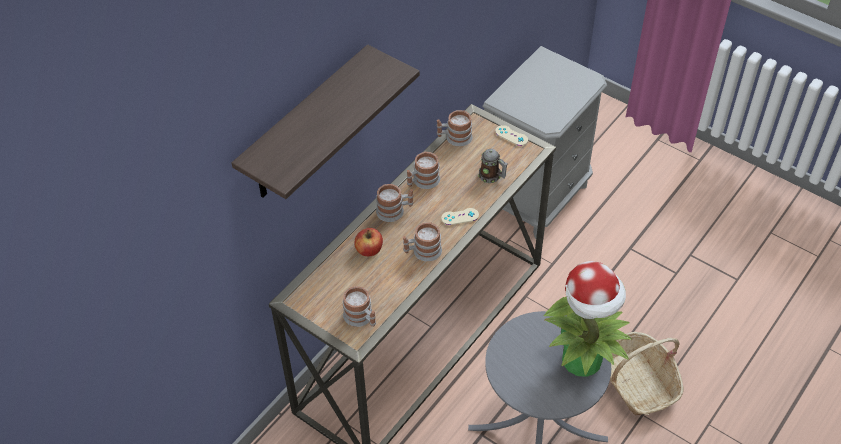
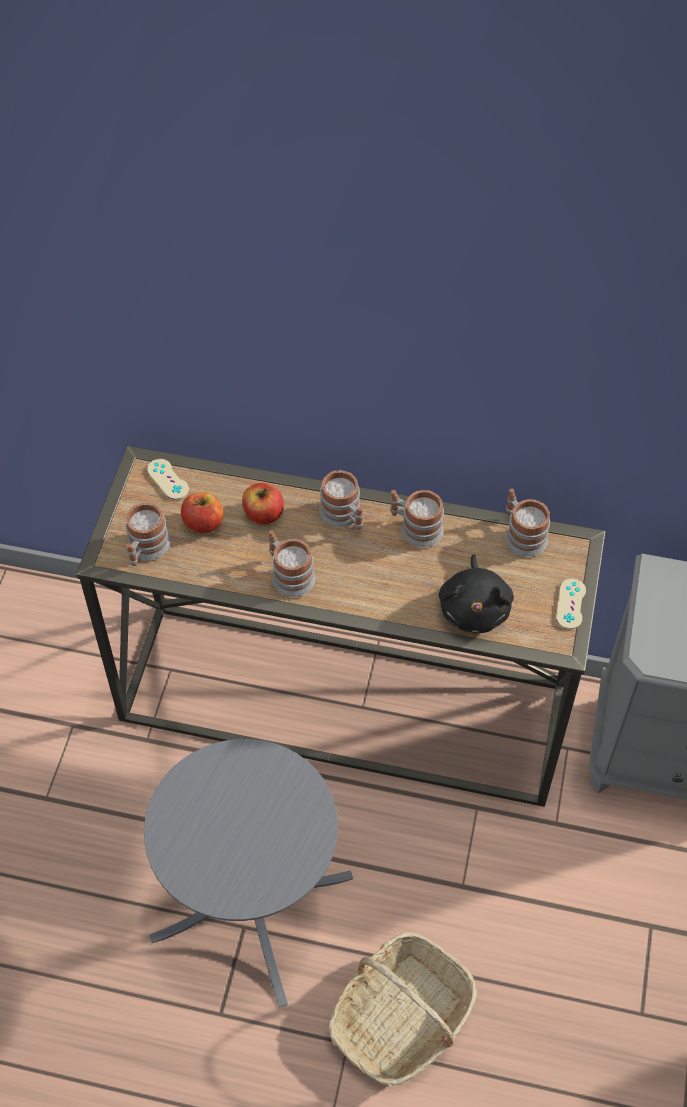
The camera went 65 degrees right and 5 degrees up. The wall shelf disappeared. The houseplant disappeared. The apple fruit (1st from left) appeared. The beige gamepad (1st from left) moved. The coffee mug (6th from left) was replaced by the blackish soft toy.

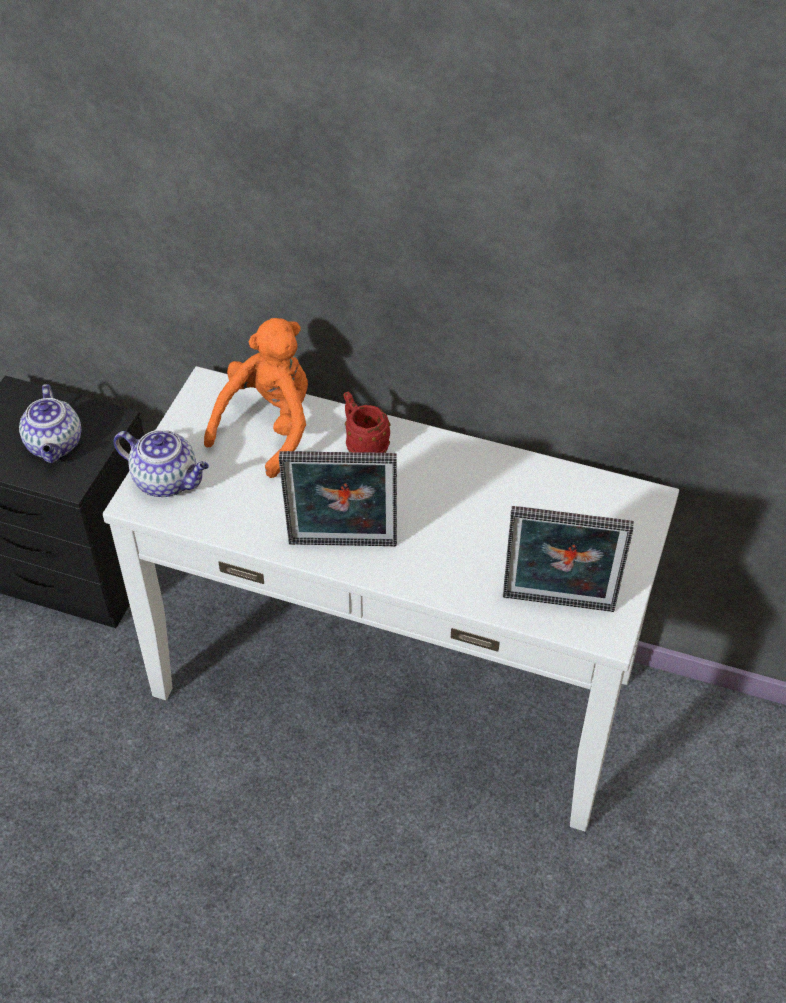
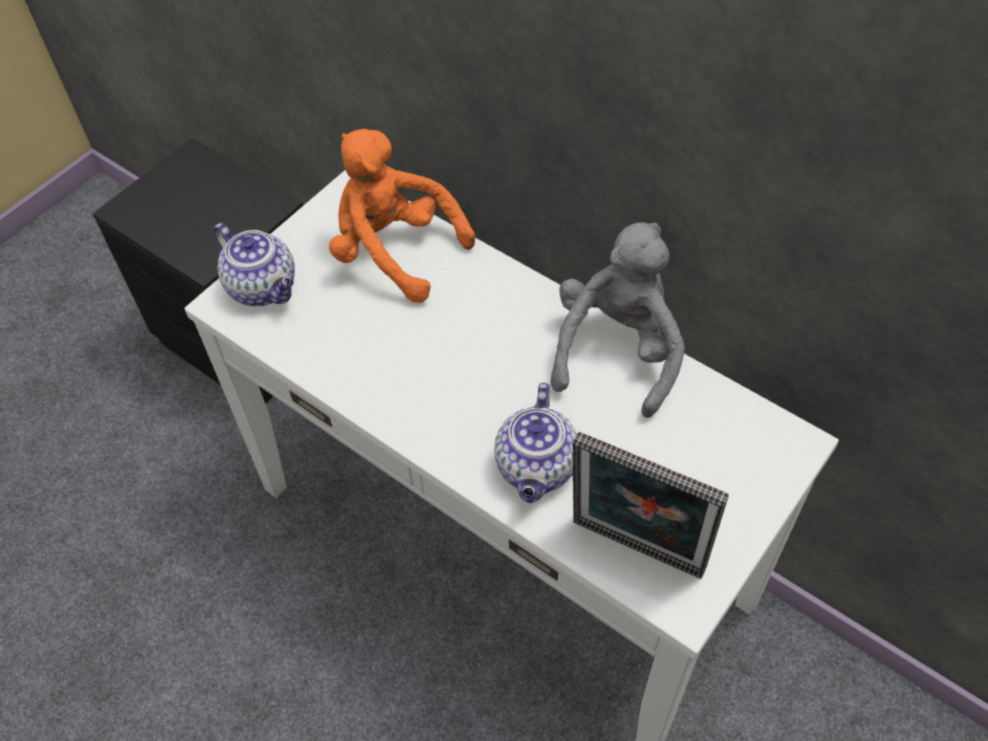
The camera went 20 degrees right and 5 degrees up. The standing frame (1st from left) disappeared. The reddish coffee mug disappeared. The greyish soft toy appeared. The tea pot (1st from left in the first image) moved. The orange-coloured soft toy turned 105 degrees counterclockwise.

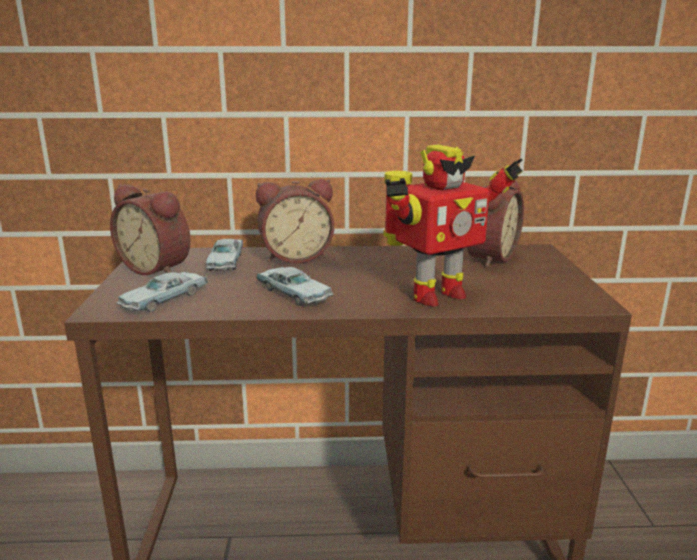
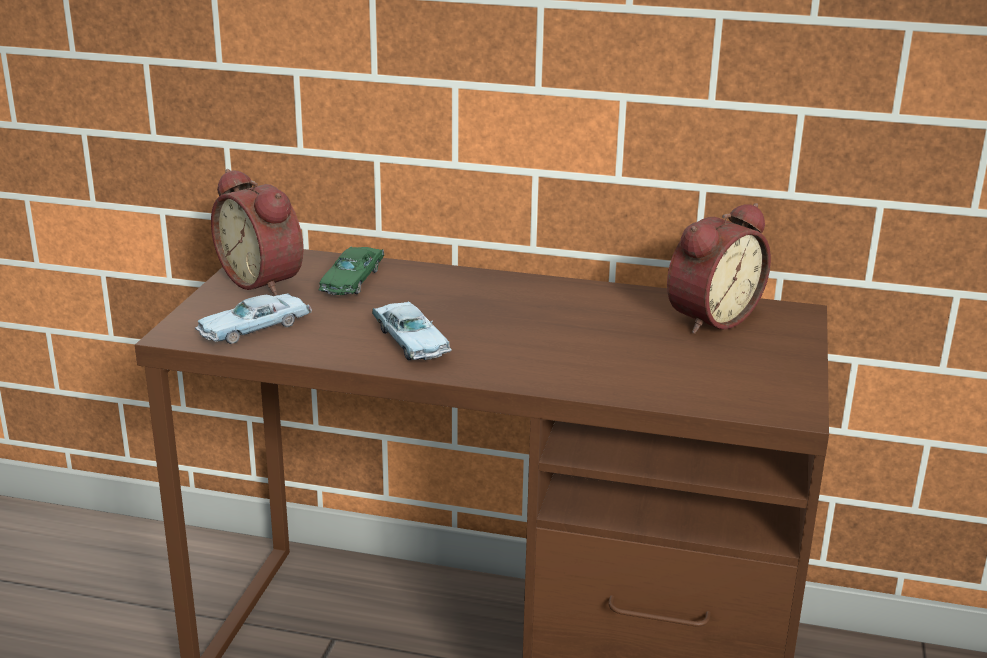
The camera went 15 degrees right and 5 degrees up. The bedside clock (2nd from left) disappeared. The toy robot disappeared. The bluish toy car (2nd from left) became the green-coloured toy car.

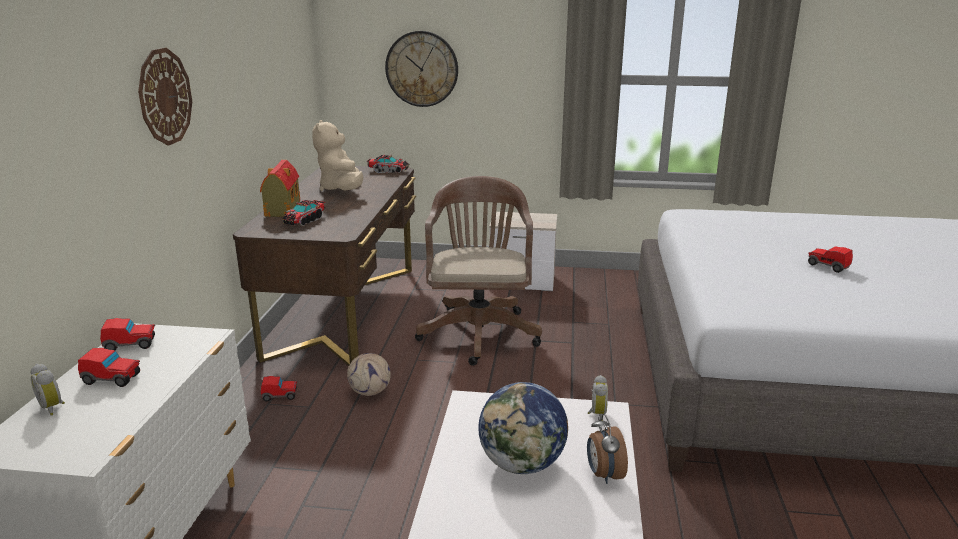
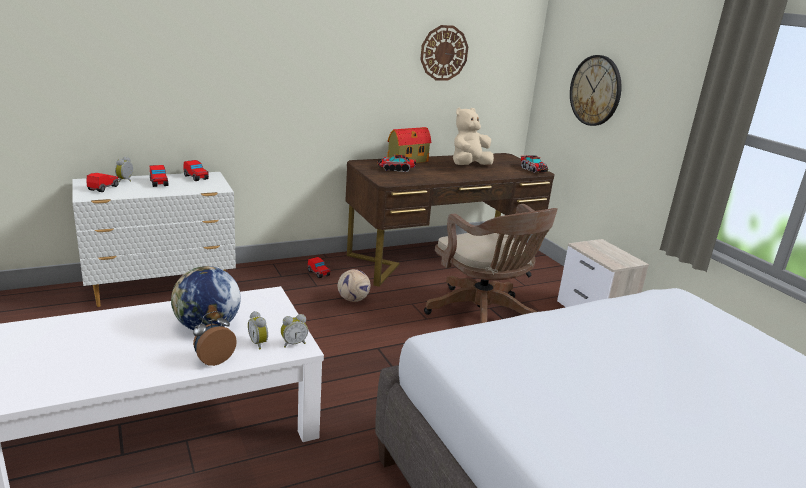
The camera went 55 degrees right and 0 degrees up. The bedside clock (3rd from left) appeared. The clock on the wall (1st from left) moved. The toy car (4th from left in the first image) moved. The brown computer chair turned 90 degrees clockwise.

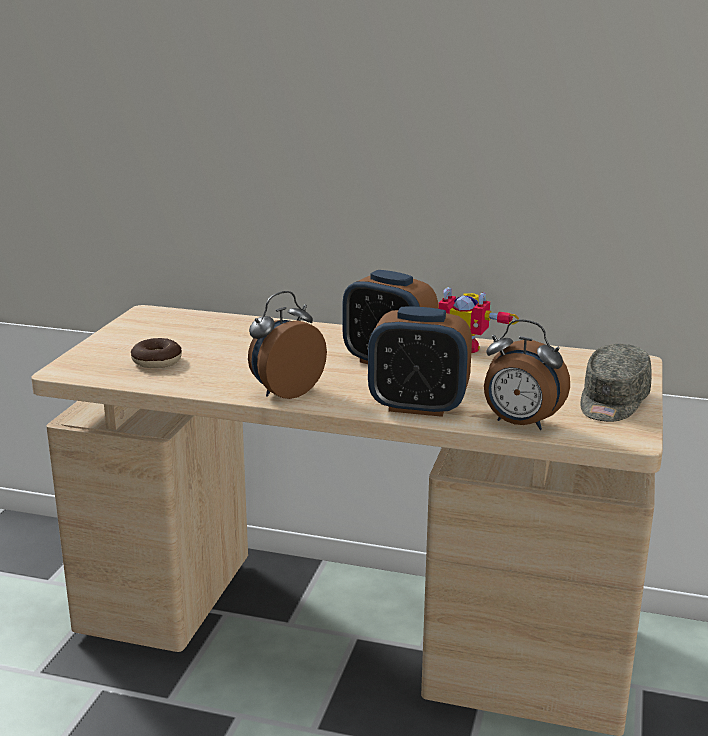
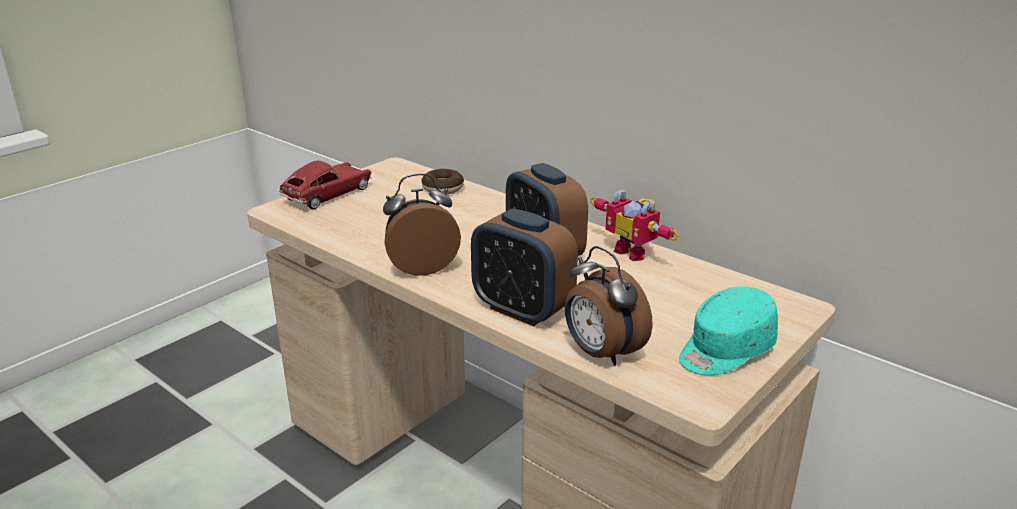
The camera went 25 degrees right and 5 degrees up. The toy car appeared. The ring doughnut moved. The greyish peaked cap became the turquoise-coloured peaked cap.

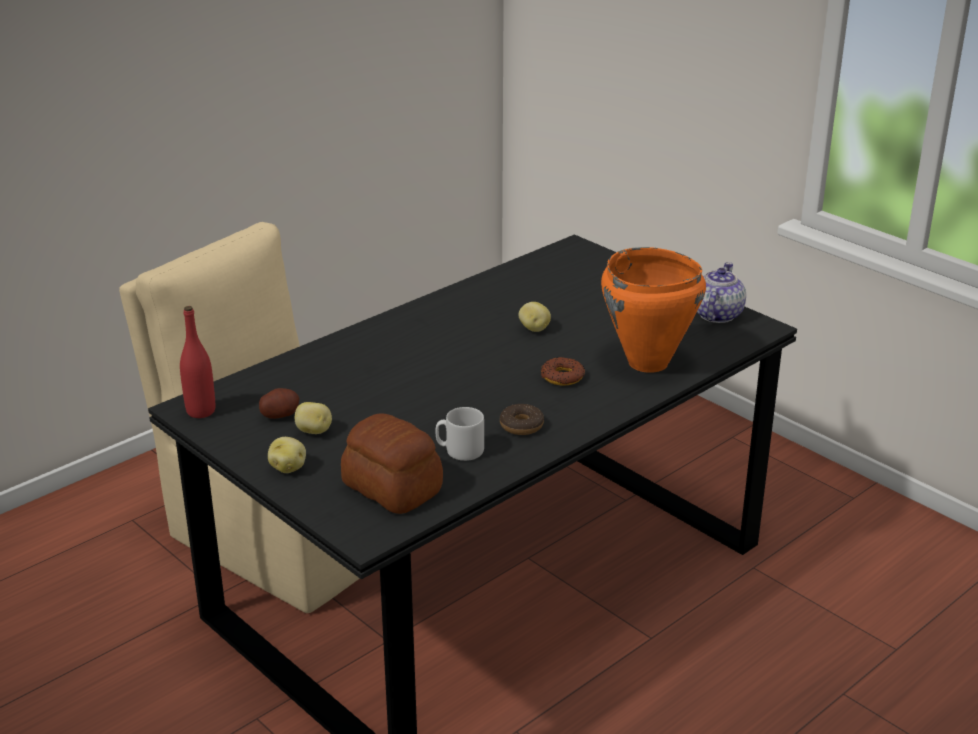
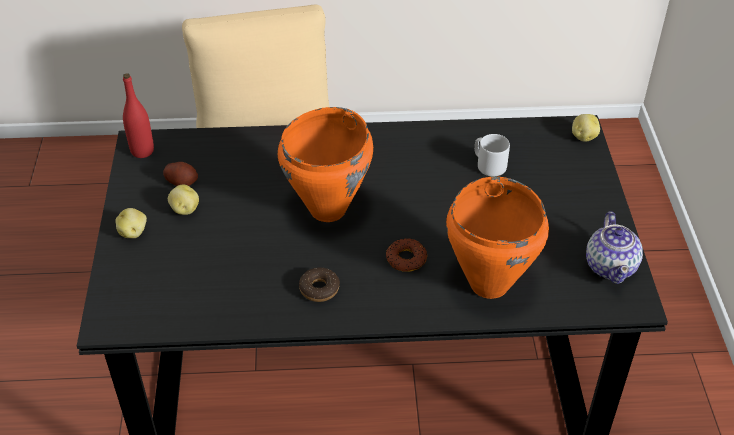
The camera went 40 degrees right and 15 degrees up. The bakery bread disappeared. The orange-coloured stockpot (1st from left) appeared. The greyish coffee mug moved. The potato (4th from left) moved. The tea pot turned 120 degrees clockwise.

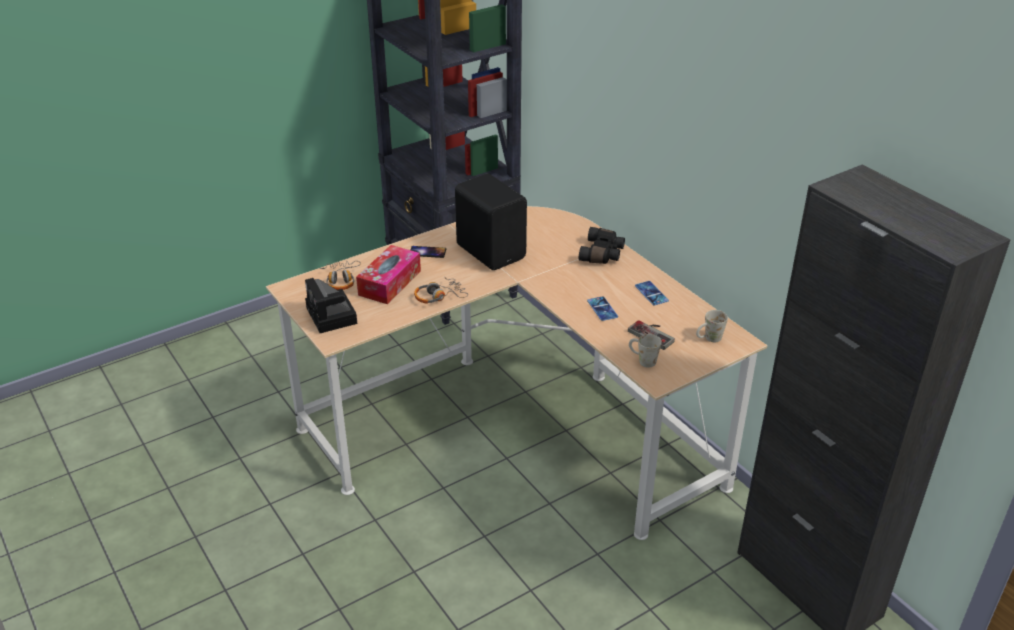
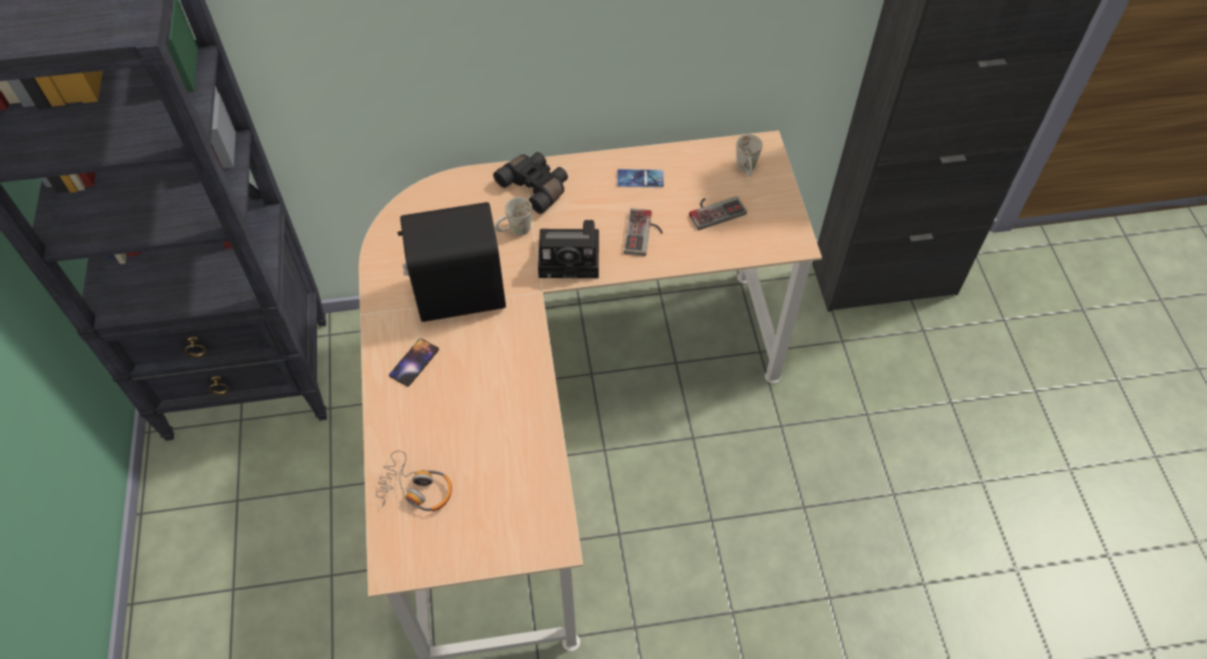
The camera went 65 degrees left and 20 degrees up. The box of tissues disappeared. The headphones (2nd from left) disappeared. The still camera moved. The whitish coffee mug (1st from left) moved. The handset (2nd from left) was replaced by the gamepad (1st from left).

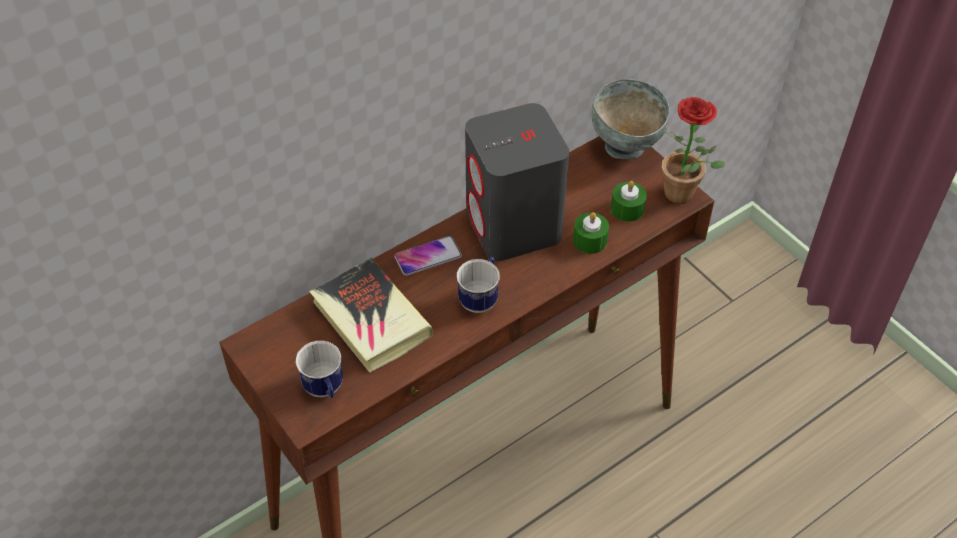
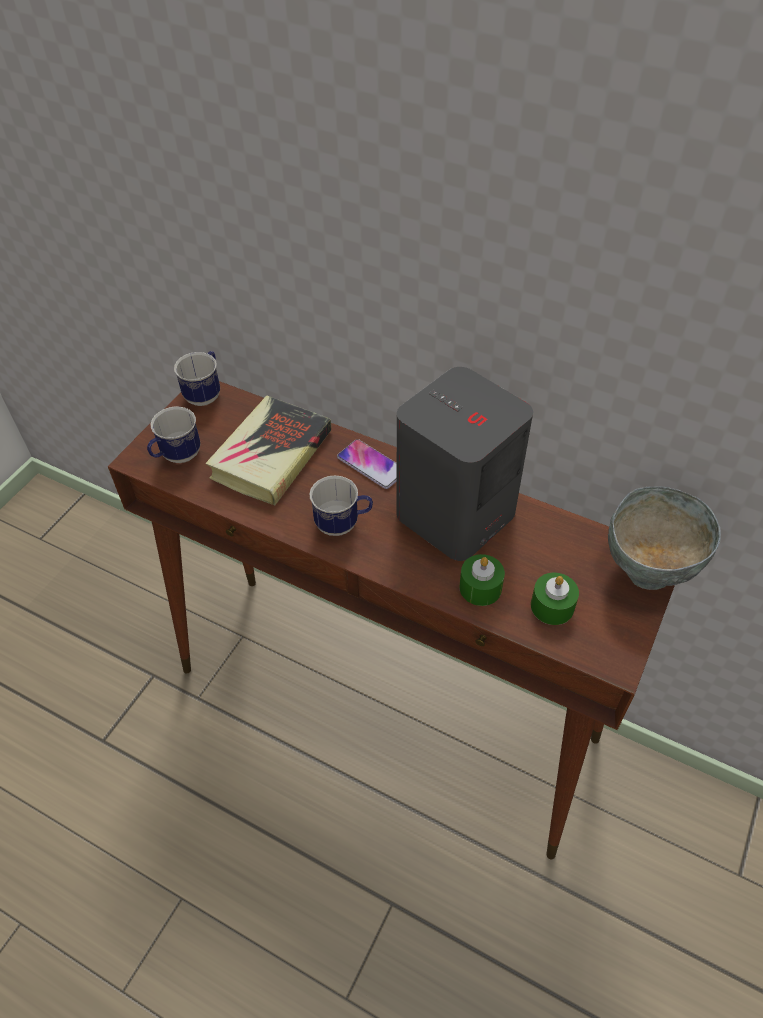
The camera went 65 degrees right and 0 degrees up. The houseplant disappeared. The coffee mug (2nd from left) appeared.

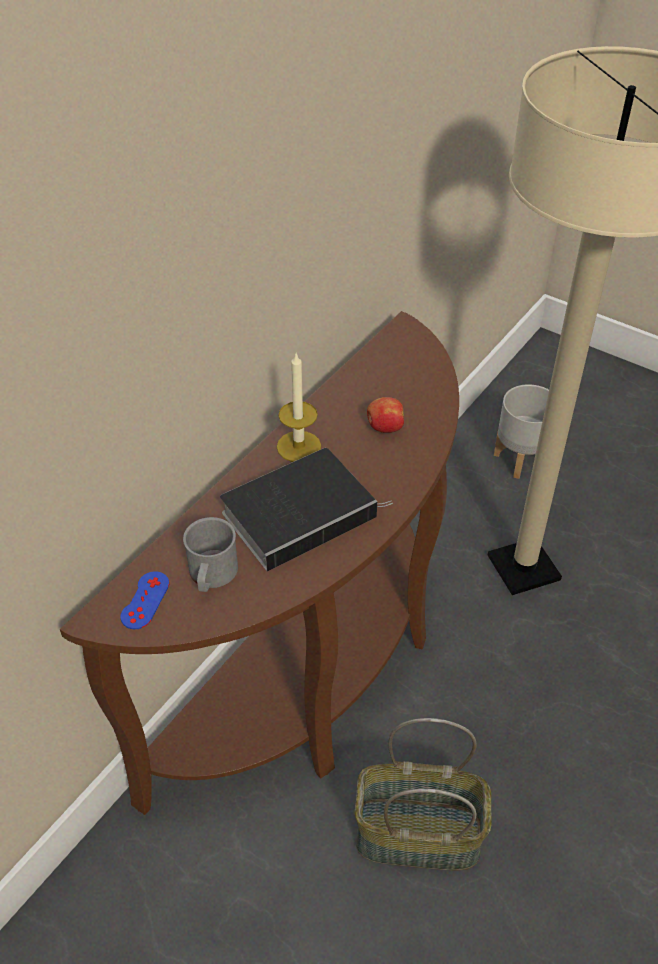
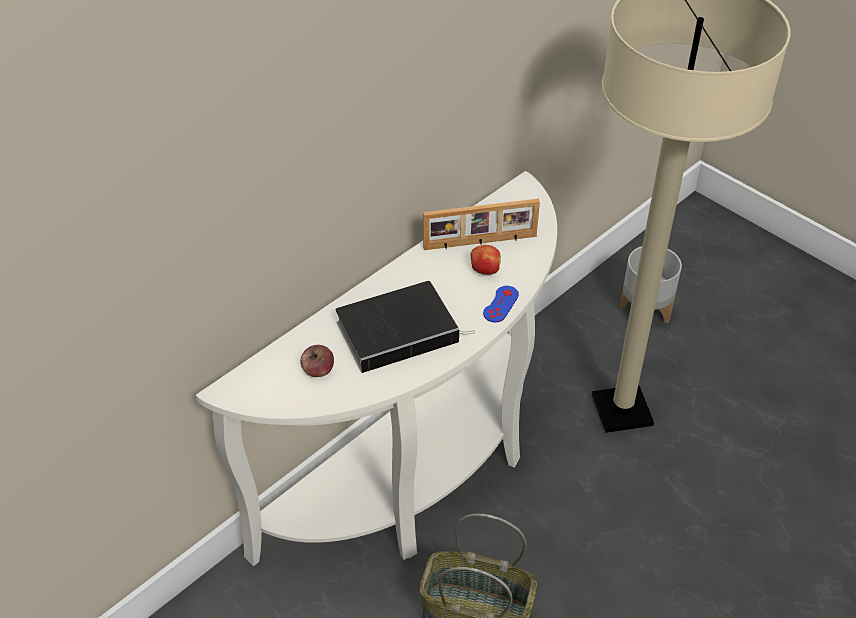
The camera went 10 degrees right and 0 degrees up. The candle disappeared. The standing frame appeared. The bluish gamepad moved. The greyish coffee mug was replaced by the apple fruit (1st from left). The brown console table became the whitish console table.

